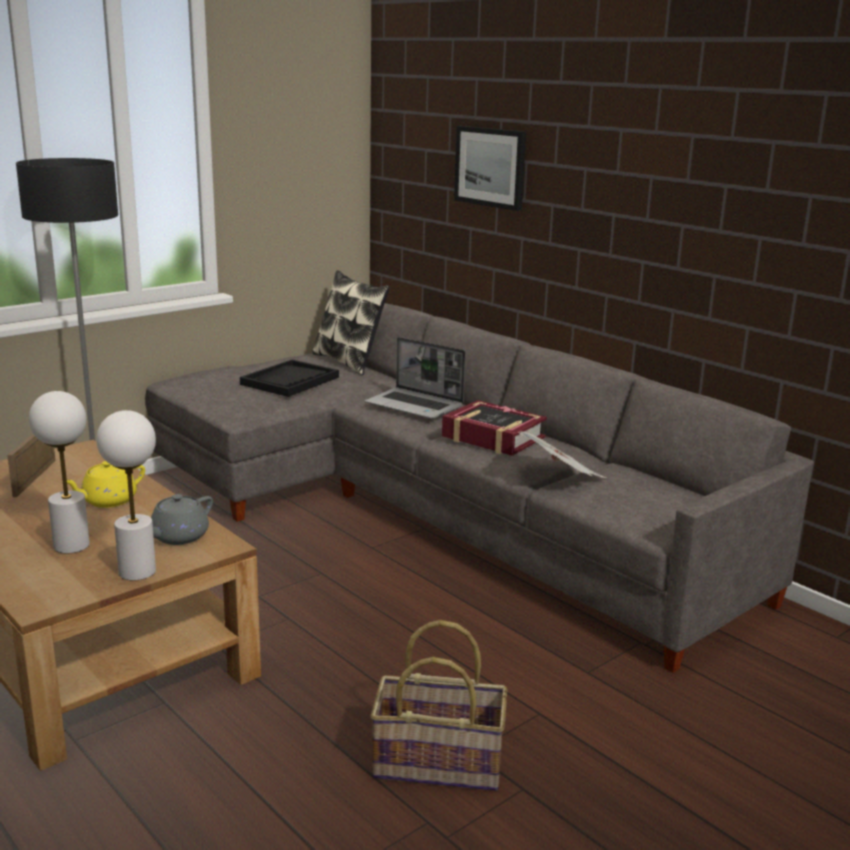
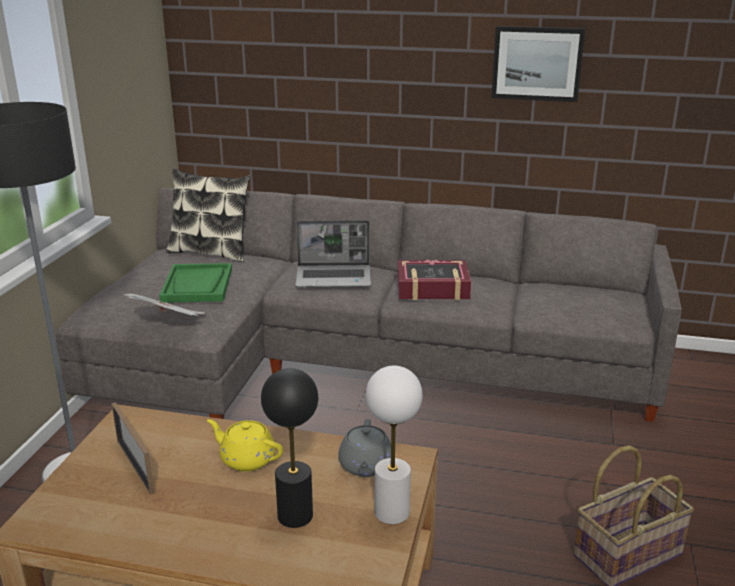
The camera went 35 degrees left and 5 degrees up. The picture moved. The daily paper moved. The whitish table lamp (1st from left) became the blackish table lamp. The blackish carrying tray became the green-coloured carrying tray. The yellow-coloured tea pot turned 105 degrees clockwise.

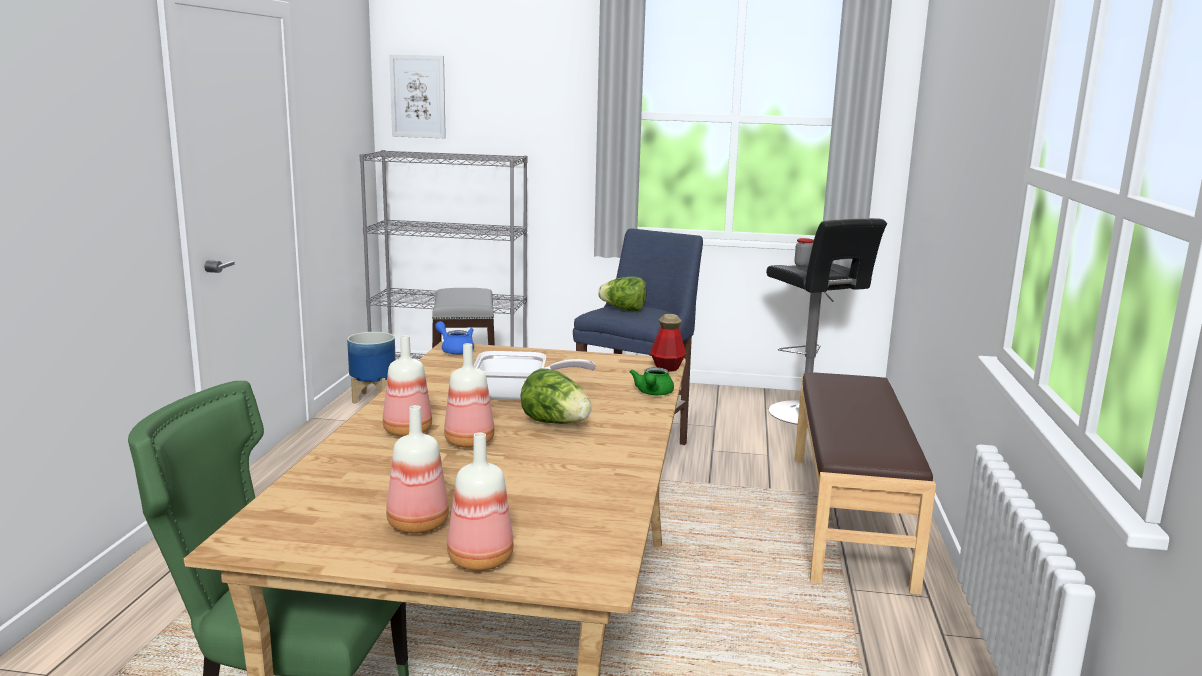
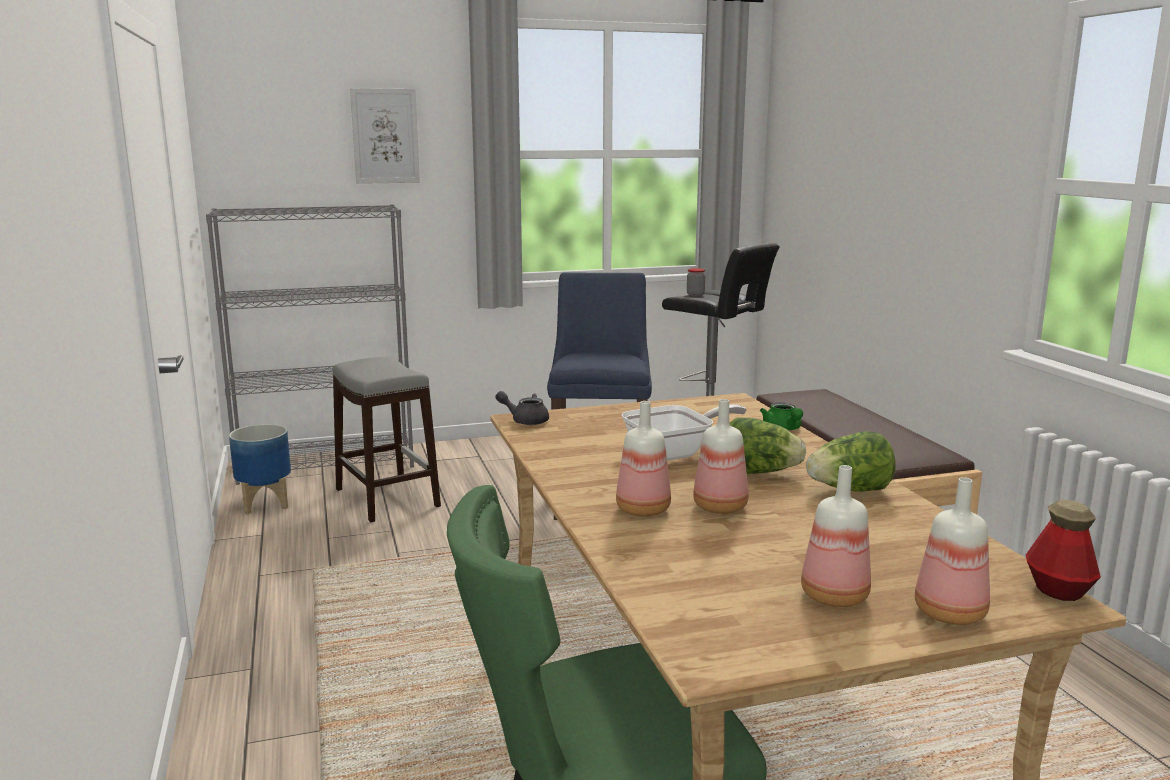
The camera went 25 degrees left and 0 degrees up. The picture moved. The lettuce head (2nd from left) moved. The drink bottle (5th from left) moved. The bluish tea pot became the greyish tea pot.

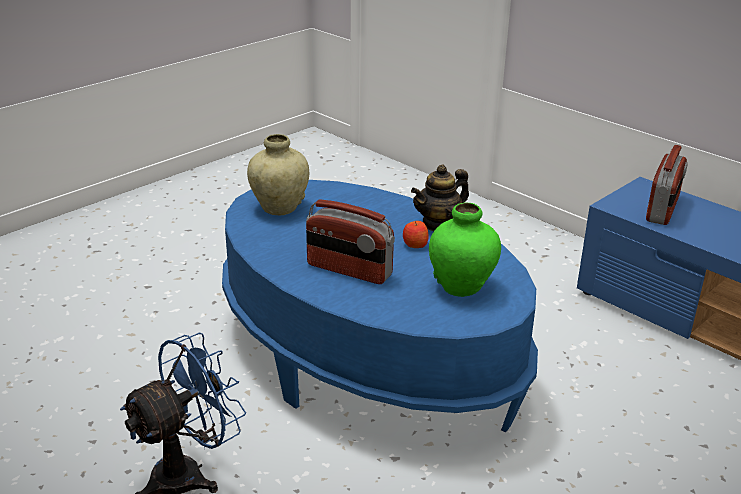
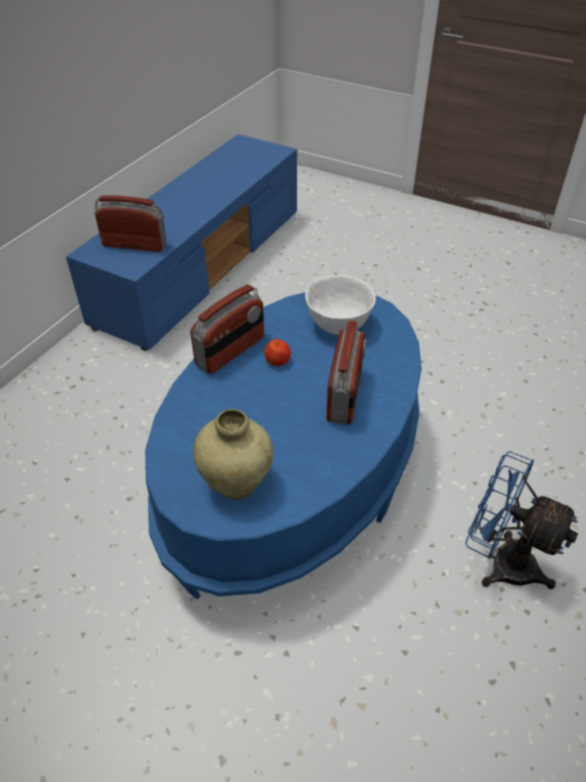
The camera went 105 degrees left and 15 degrees up. The tea pot was replaced by the radio receiver (2nd from left). The green-coloured decorative vase was replaced by the whitish serving bowl.

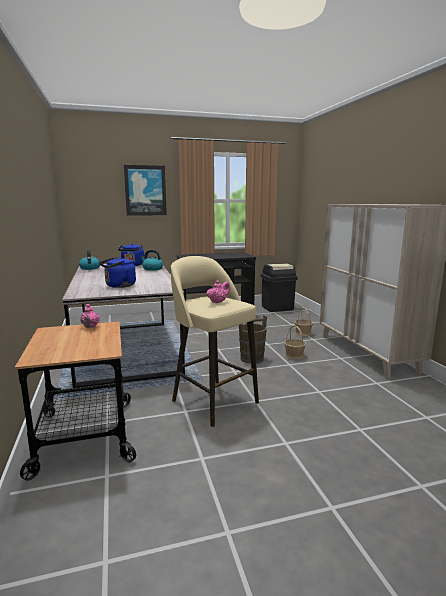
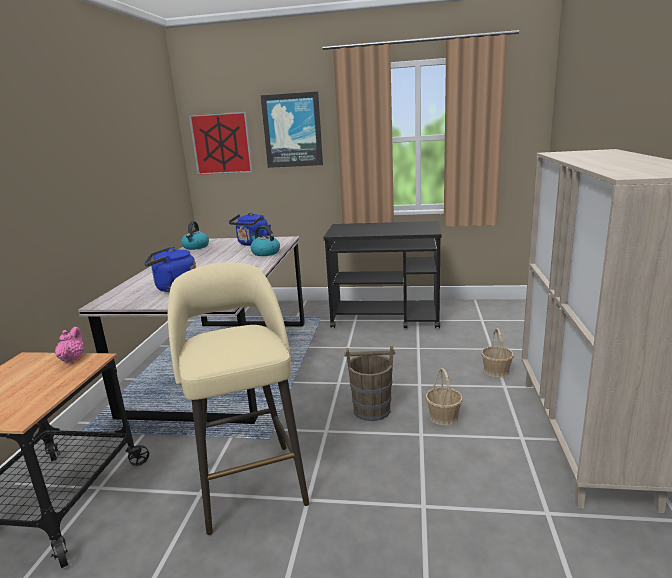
The camera went 25 degrees right and 5 degrees up. The pinkish tea pot (2nd from left) disappeared. The blackish waste bin disappeared. The picture (1st from left) appeared.

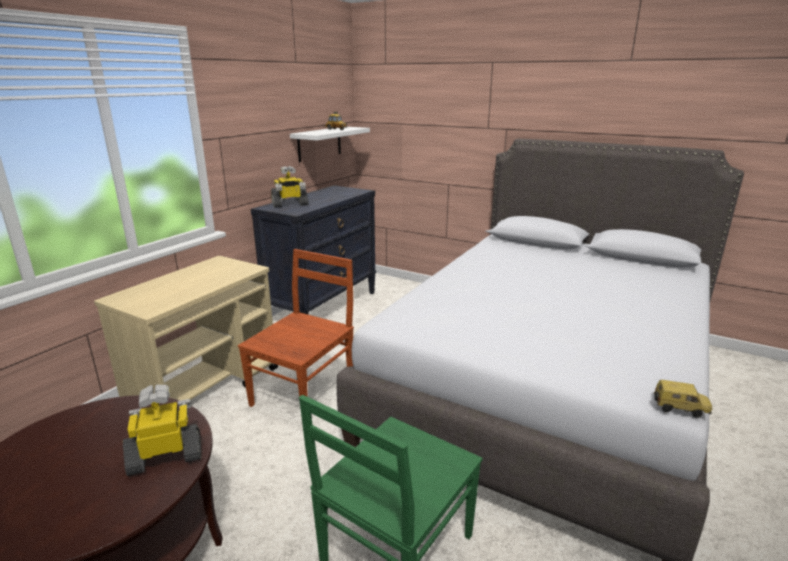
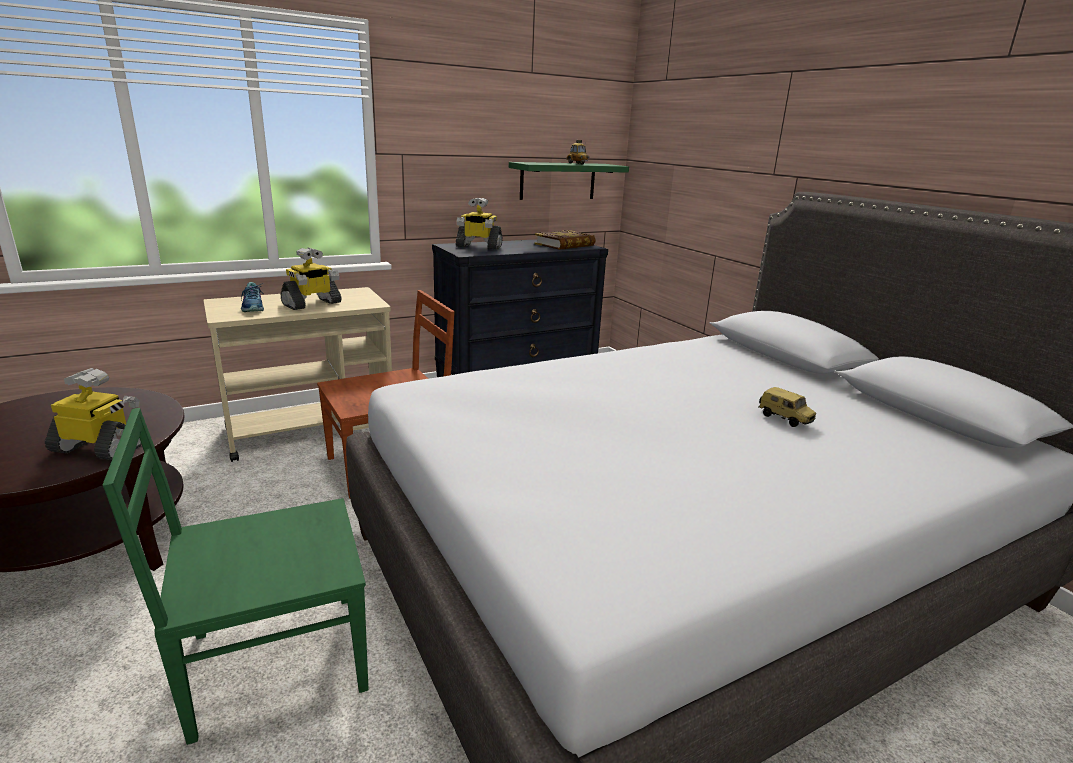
The camera went 30 degrees right and 0 degrees up. The item of footwear appeared. The toy robot (2nd from left) appeared. The volume appeared. The toy car (2nd from left) moved. The whitish wall shelf became the green-coloured wall shelf.

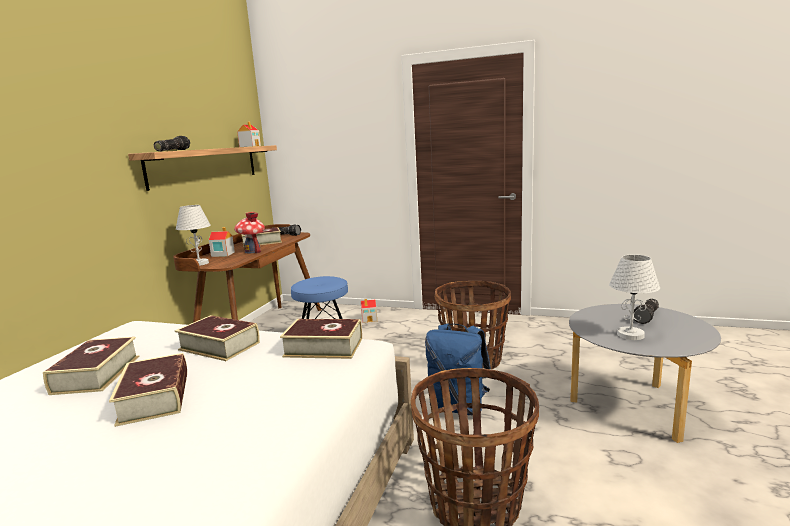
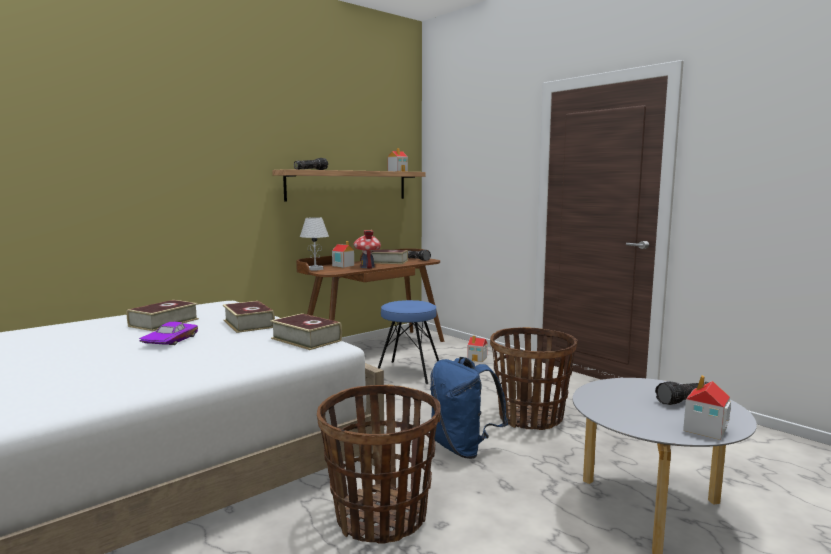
The camera went 30 degrees right and 5 degrees down. The whitish table lamp (2nd from left) disappeared. The toy house (5th from left) appeared. The volume (2nd from left) was replaced by the purple toy car.

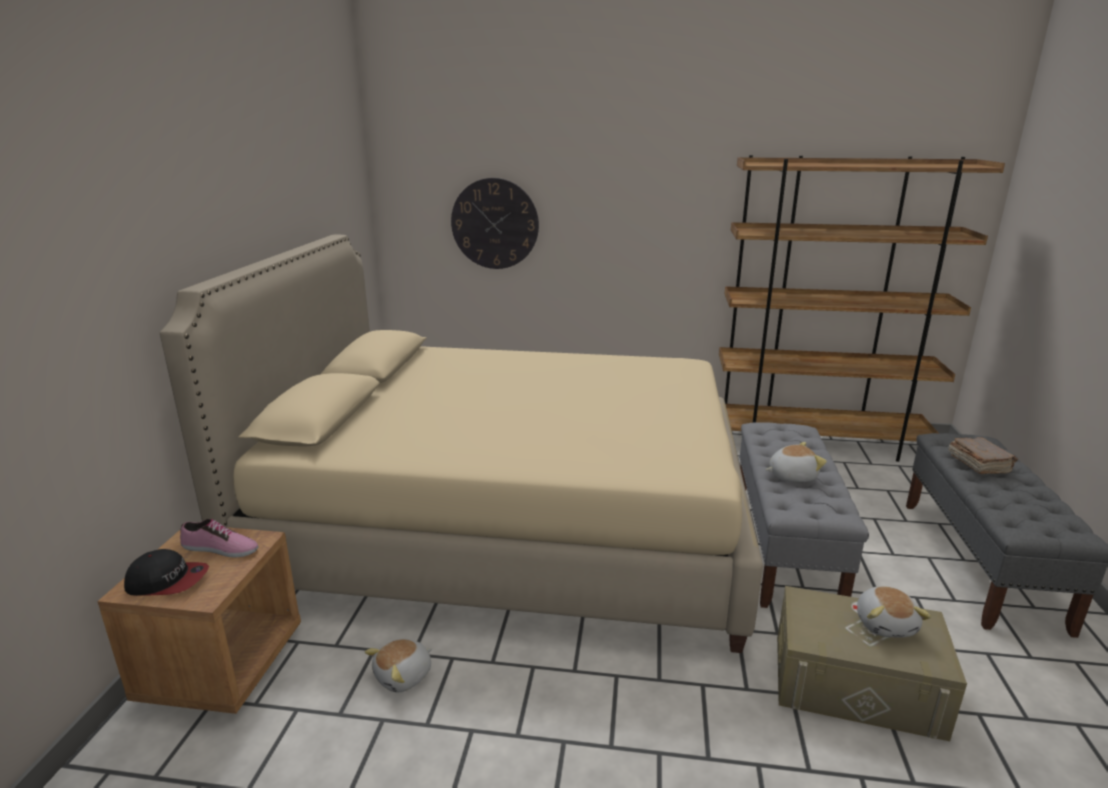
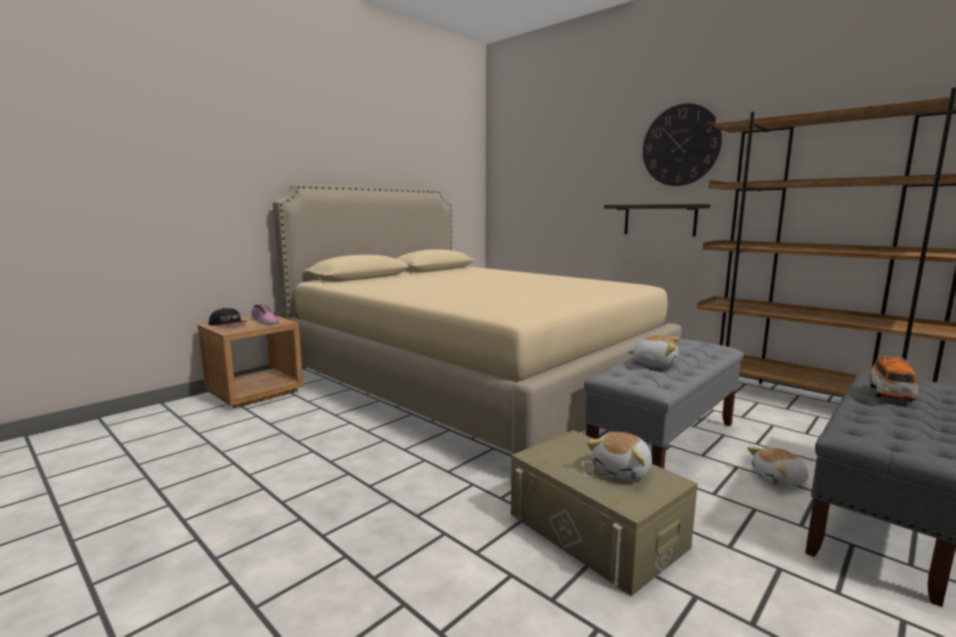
The camera went 35 degrees right and 10 degrees down. The wall shelf appeared. The soft toy (1st from left in the first image) moved. The clock on the wall moved. The brown volume was replaced by the toy car.

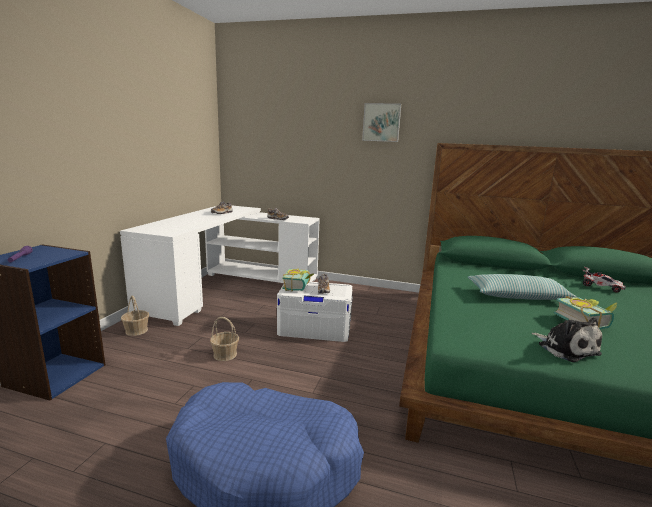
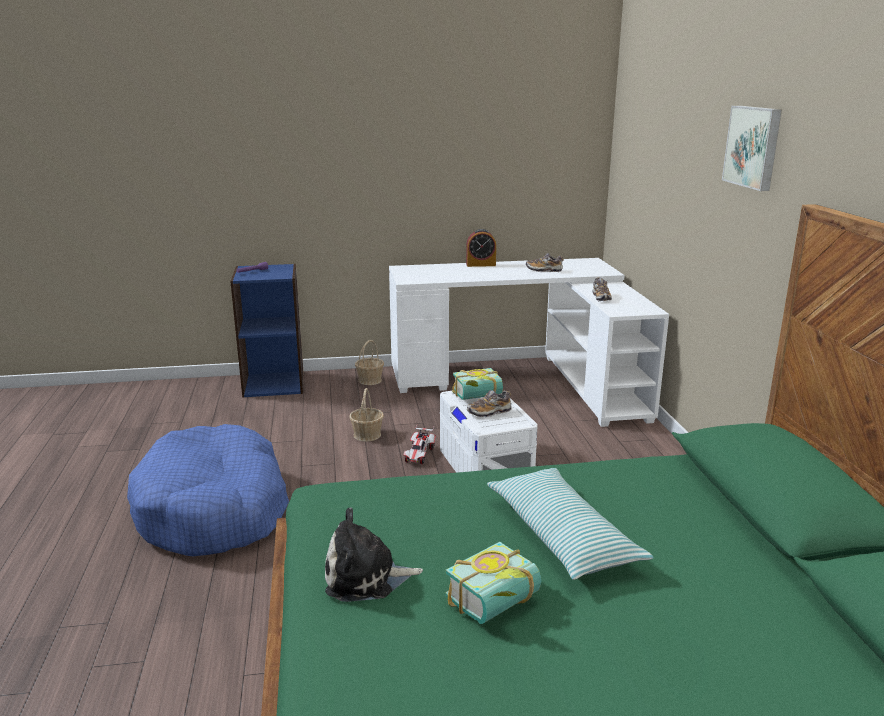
The camera went 65 degrees right and 5 degrees up. The bedside clock appeared. The toy car moved. The soft toy turned 45 degrees clockwise.

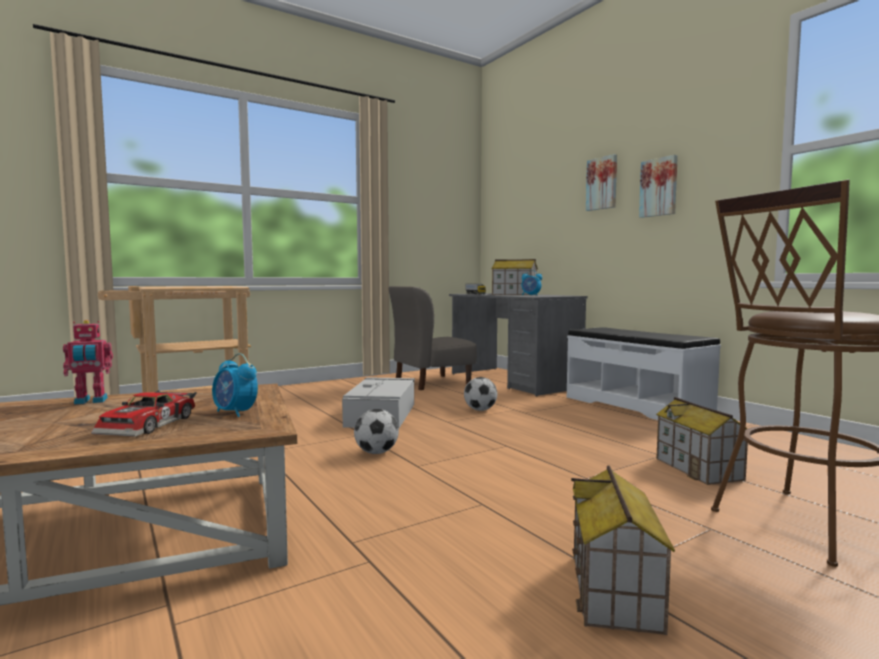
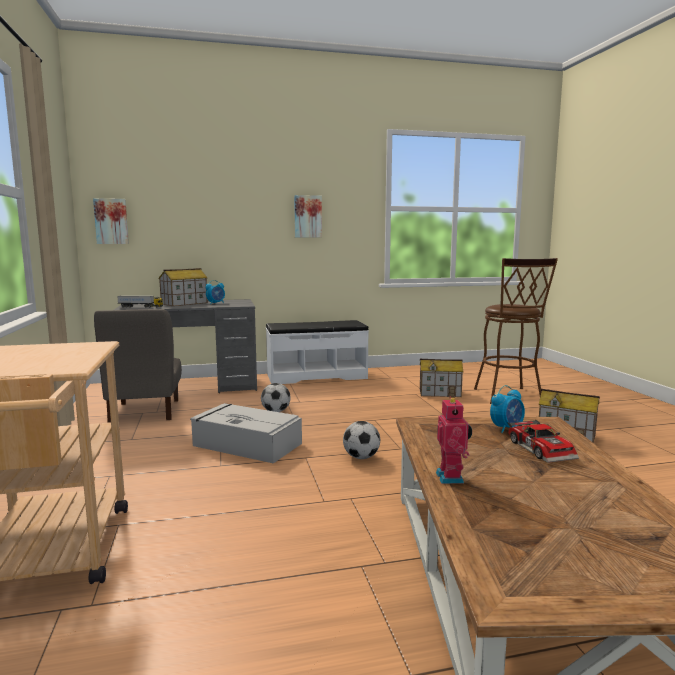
The camera went 70 degrees left and 5 degrees up. The picture (1st from left) moved. The toy car turned 45 degrees clockwise.

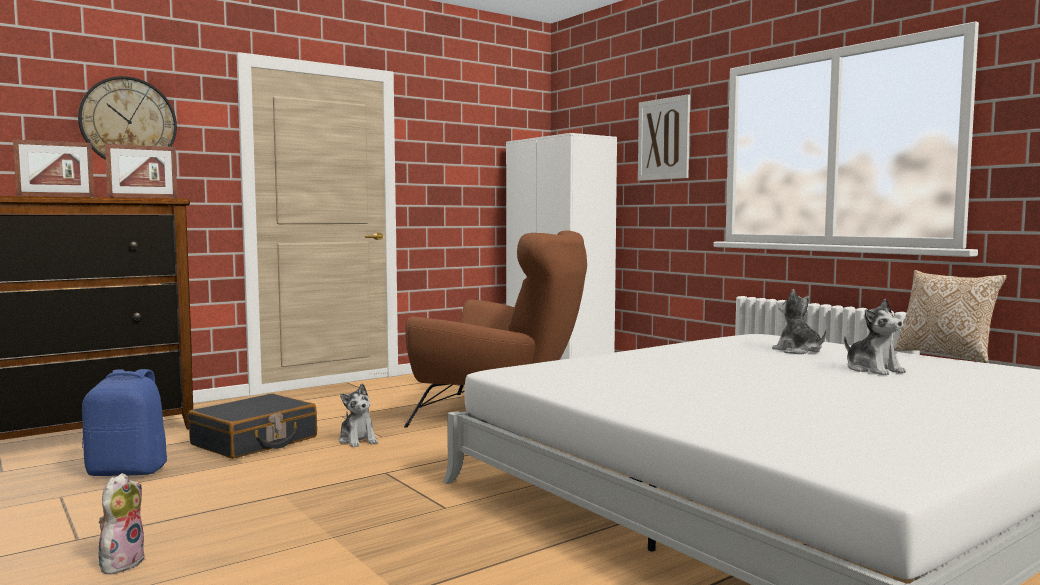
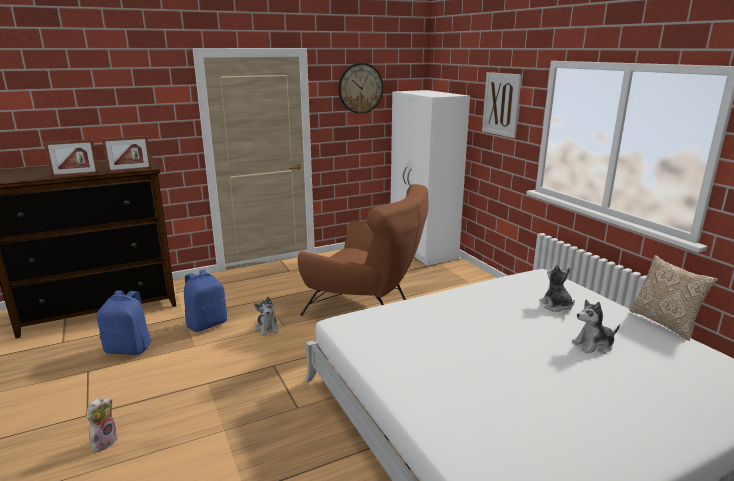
The camera went 10 degrees right and 15 degrees up. The clock on the wall moved. The blackish travel case was replaced by the bluish rucksack (2nd from left). The soft toy (4th from left) turned 90 degrees clockwise.

